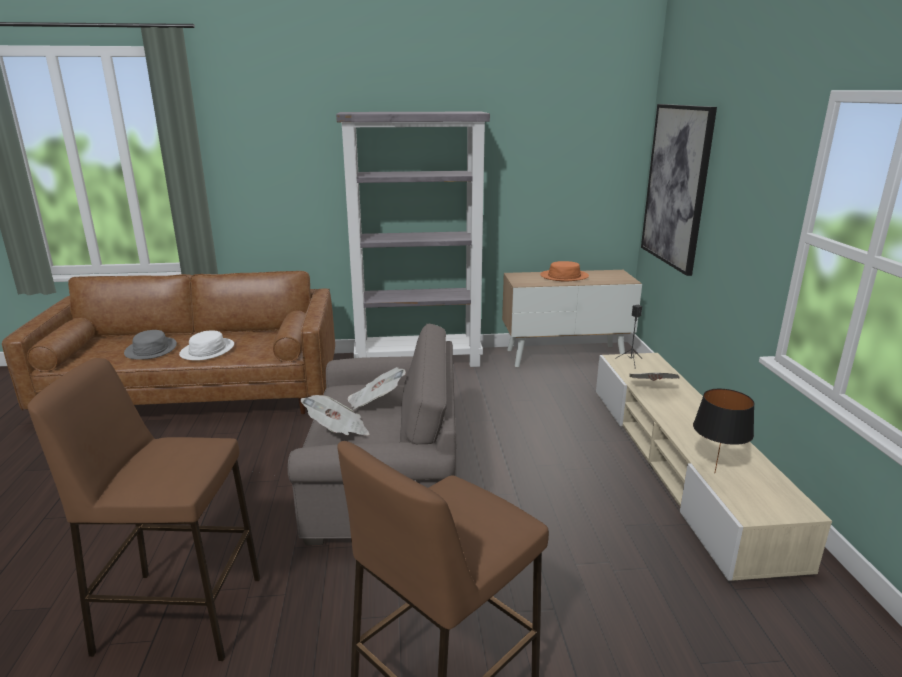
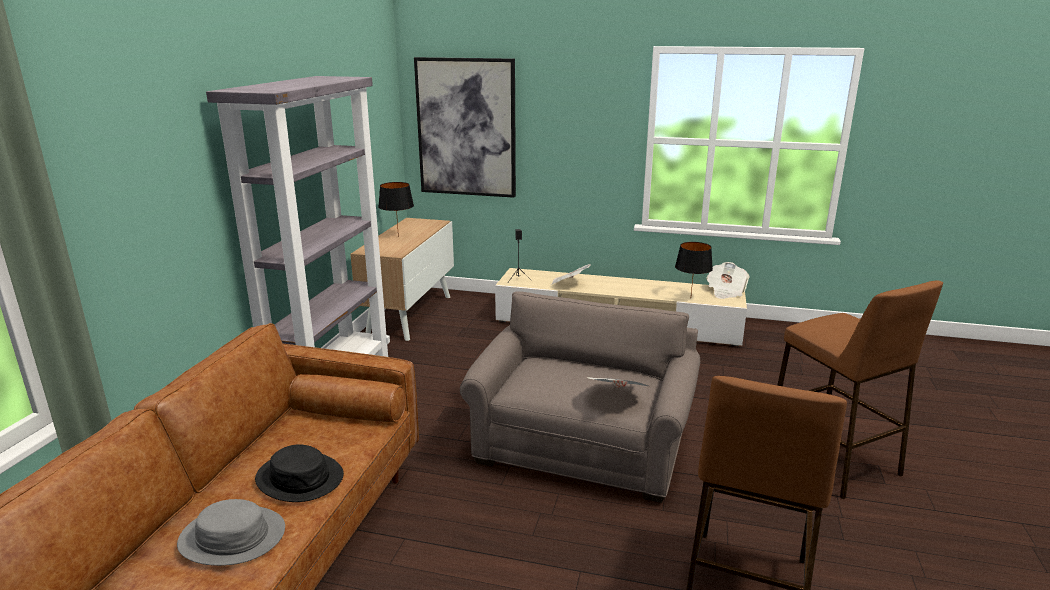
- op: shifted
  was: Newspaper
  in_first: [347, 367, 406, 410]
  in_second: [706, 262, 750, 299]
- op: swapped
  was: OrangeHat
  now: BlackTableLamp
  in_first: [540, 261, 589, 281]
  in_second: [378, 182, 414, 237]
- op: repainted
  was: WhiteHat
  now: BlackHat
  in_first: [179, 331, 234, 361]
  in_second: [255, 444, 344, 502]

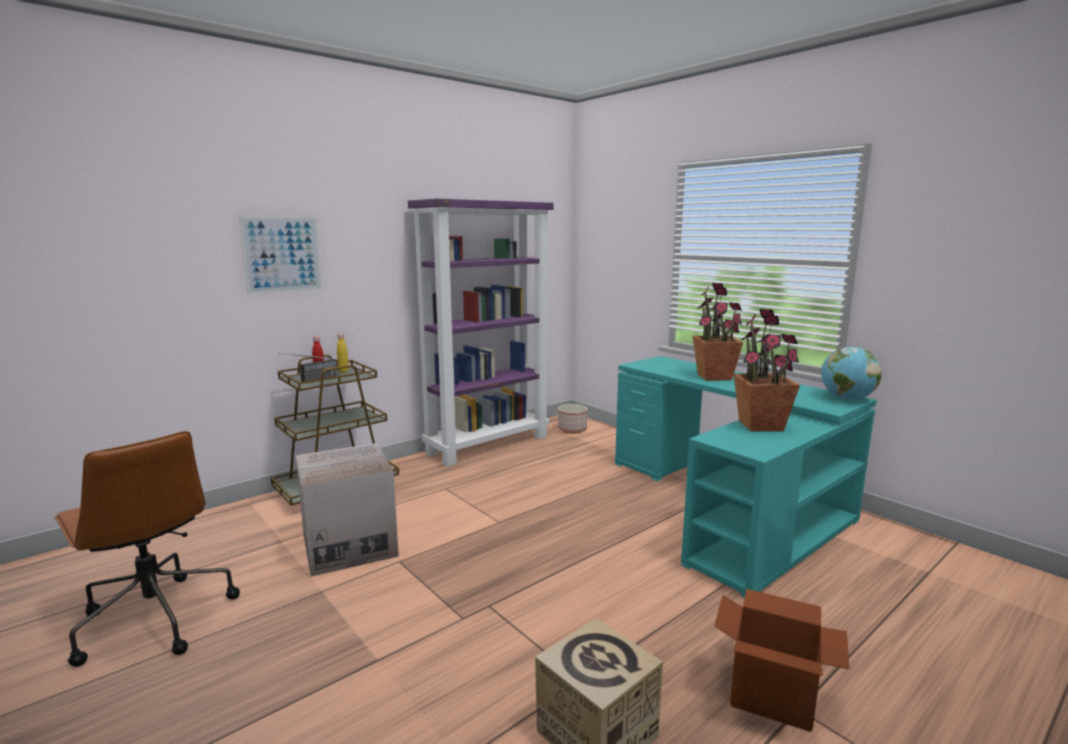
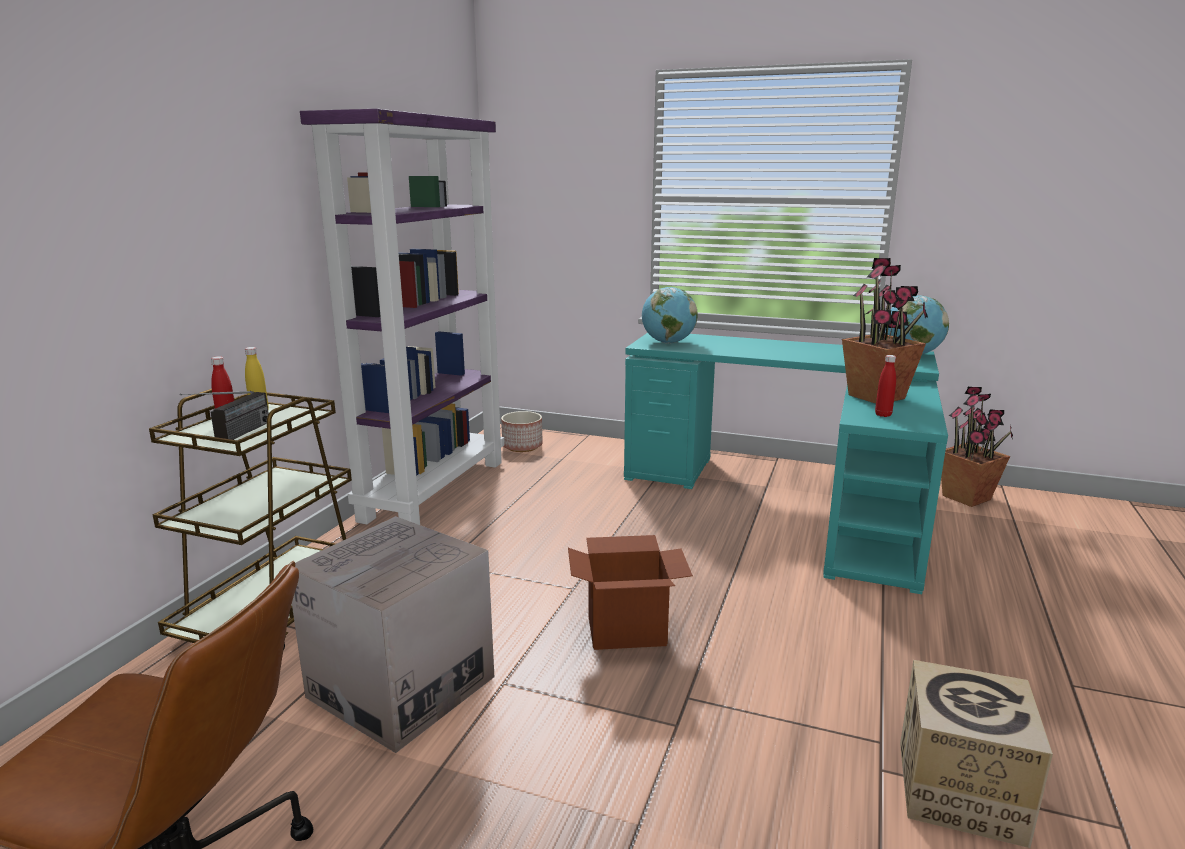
- op: gone
  was: Picture
  in_first: [239, 216, 322, 294]
- op: new
  now: Globe
  in_second: [642, 287, 698, 344]
- op: new
  now: RedBottle
  in_second: [875, 355, 896, 417]
- op: shifted
  was: PottedPlant
  in_first: [693, 283, 743, 381]
  in_second: [941, 387, 1013, 507]
- op: shifted
  was: CardboardBox
  in_first: [715, 589, 850, 732]
  in_second: [568, 535, 693, 650]

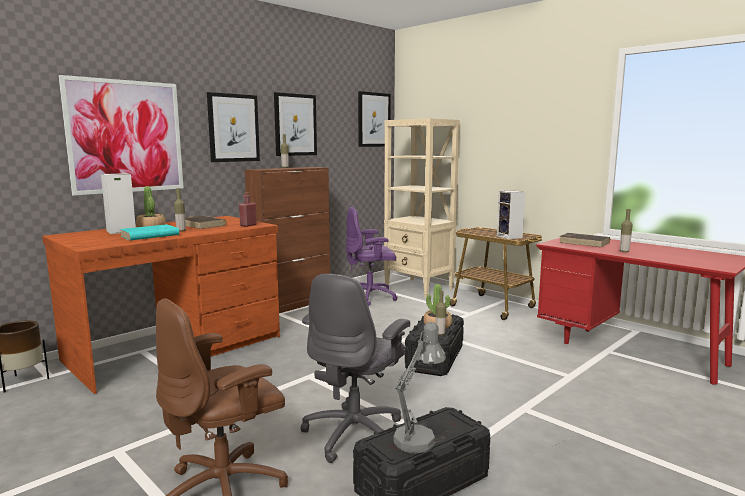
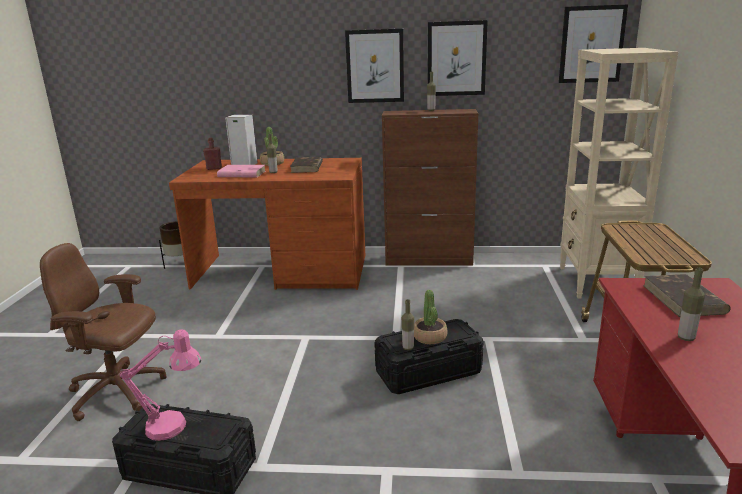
- op: gone
  was: Picture
  in_first: [58, 75, 183, 196]
- op: gone
  was: GreyOfficeChair
  in_first: [300, 274, 410, 463]
- op: gone
  was: PurpleOfficeChair
  in_first: [345, 207, 398, 306]
- op: gone
  was: Speaker
  in_first: [497, 190, 525, 239]
- op: shifted
  was: RedBottle
  in_first: [239, 192, 257, 227]
  in_second: [203, 138, 222, 170]
- op: repainted
  was: TurquoiseBook
  now: PinkBook
  in_first: [120, 224, 179, 241]
  in_second: [217, 165, 265, 177]
- op: repainted
  was: GreyTableLamp
  now: PinkTableLamp
  in_first: [393, 322, 446, 453]
  in_second: [120, 329, 201, 441]

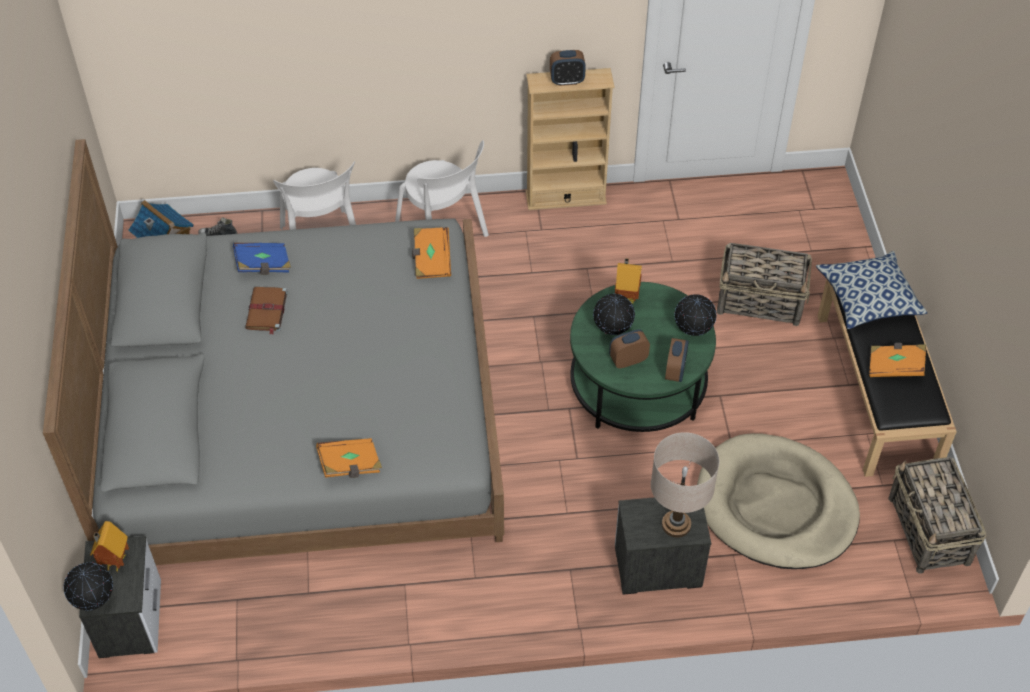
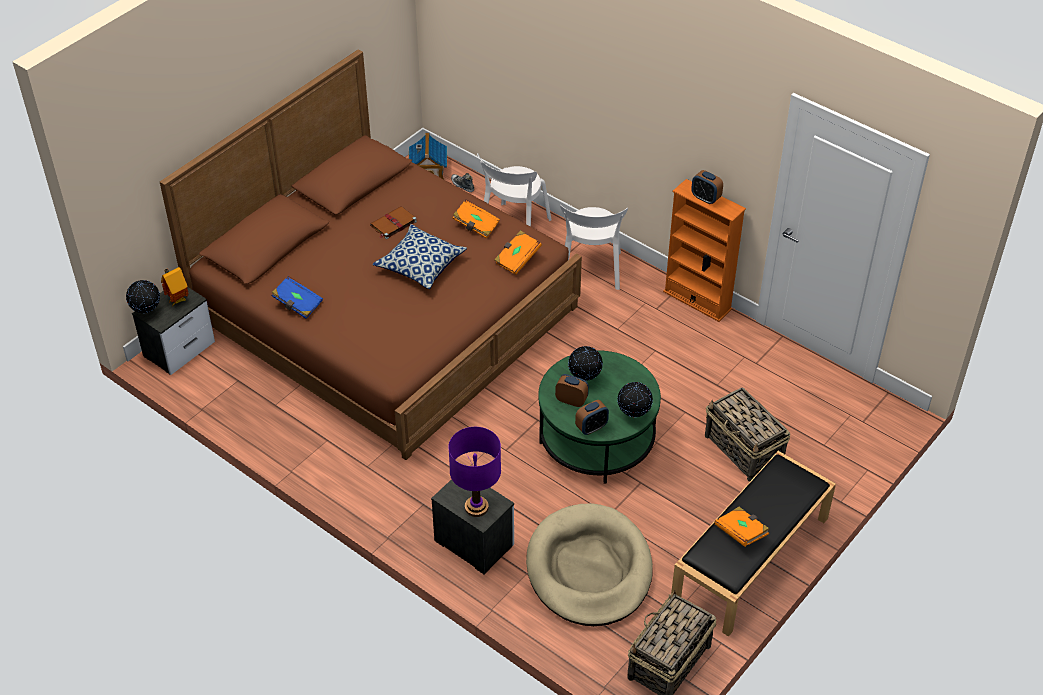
- op: gone
  was: ToyHouse
  in_first: [615, 258, 642, 303]
- op: shifted
  was: BlueBook
  in_first: [233, 243, 291, 275]
  in_second: [272, 276, 323, 319]
- op: shifted
  was: OrangeBook
  in_first: [316, 438, 382, 478]
  in_second: [452, 199, 500, 239]
- op: shifted
  was: Pillow
  in_first: [816, 251, 927, 329]
  in_second: [372, 224, 467, 289]
- op: repainted
  was: GreyBed
  now: BrownBed
  in_first: [43, 139, 504, 565]
  in_second: [160, 50, 582, 460]
- op: repainted
  was: BeigeBookcase
  now: OrangeBookcase
  in_first: [526, 68, 615, 210]
  in_second: [663, 179, 746, 322]
- op: repainted
  was: BeigeTableLamp
  now: PurpleTableLamp
  in_first: [651, 432, 719, 538]
  in_second: [448, 427, 501, 517]

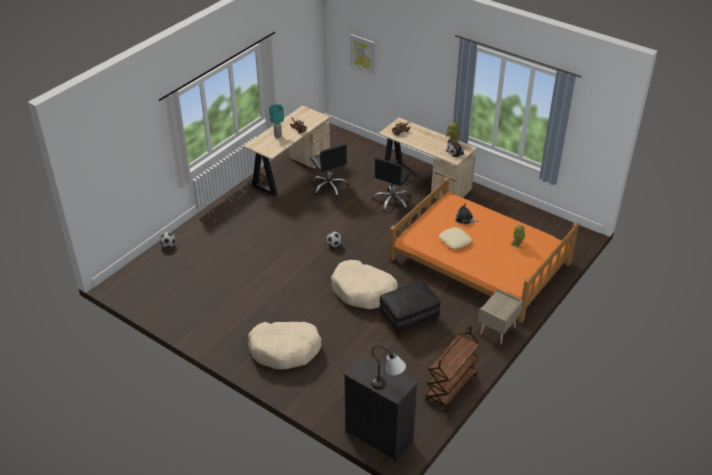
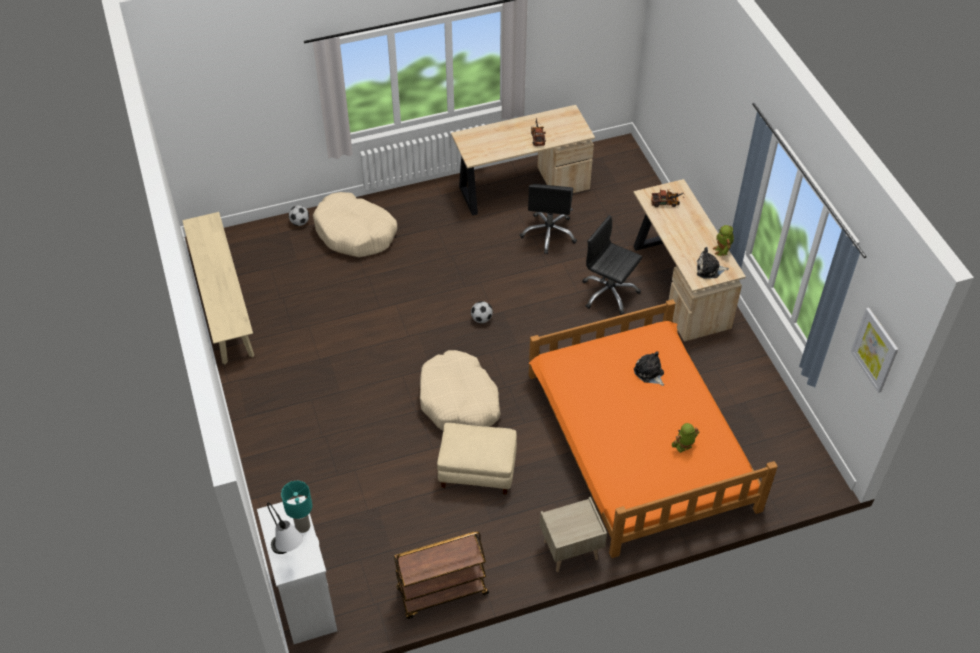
- op: gone
  was: BeigePillow
  in_first: [439, 227, 472, 249]
- op: new
  now: BeigeBench
  in_second: [182, 212, 254, 364]
- op: shifted
  was: BeigeDogBed
  in_first: [248, 322, 321, 370]
  in_second: [313, 192, 397, 257]
- op: shifted
  was: TurquoiseTableLamp
  in_first: [269, 104, 284, 138]
  in_second: [281, 481, 312, 533]
- op: shifted
  was: Picture
  in_first: [350, 34, 375, 75]
  in_second: [851, 308, 898, 393]
- op: repainted
  was: BlackDresser
  now: WhiteDresser
  in_first: [344, 353, 418, 462]
  in_second: [257, 496, 337, 644]
- op: repainted
  was: BlackOttoman
  now: BeigeOttoman
  in_first: [380, 280, 441, 338]
  in_second: [437, 423, 517, 495]
- op: rotated
  was: BlackOfficeChair
  in_first: [372, 158, 412, 212]
  in_second: [582, 215, 642, 315]
  clockwise: 60

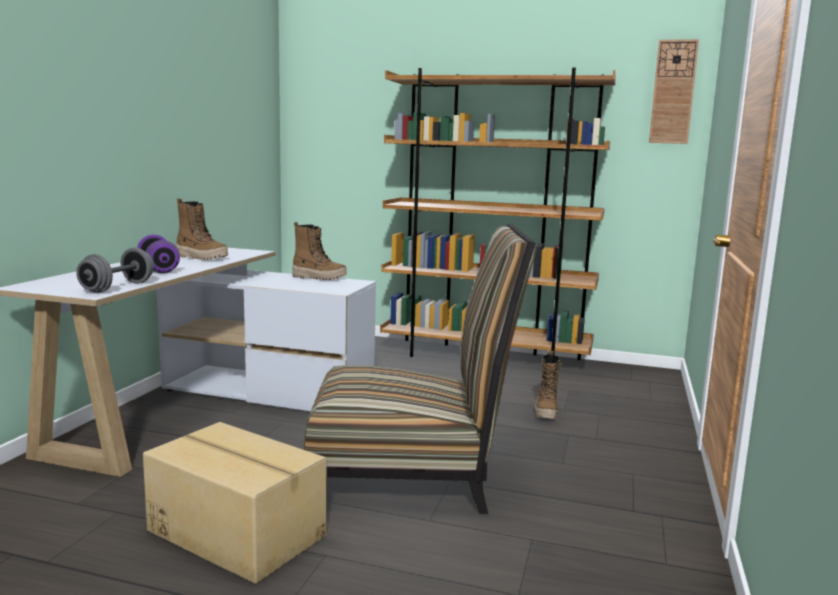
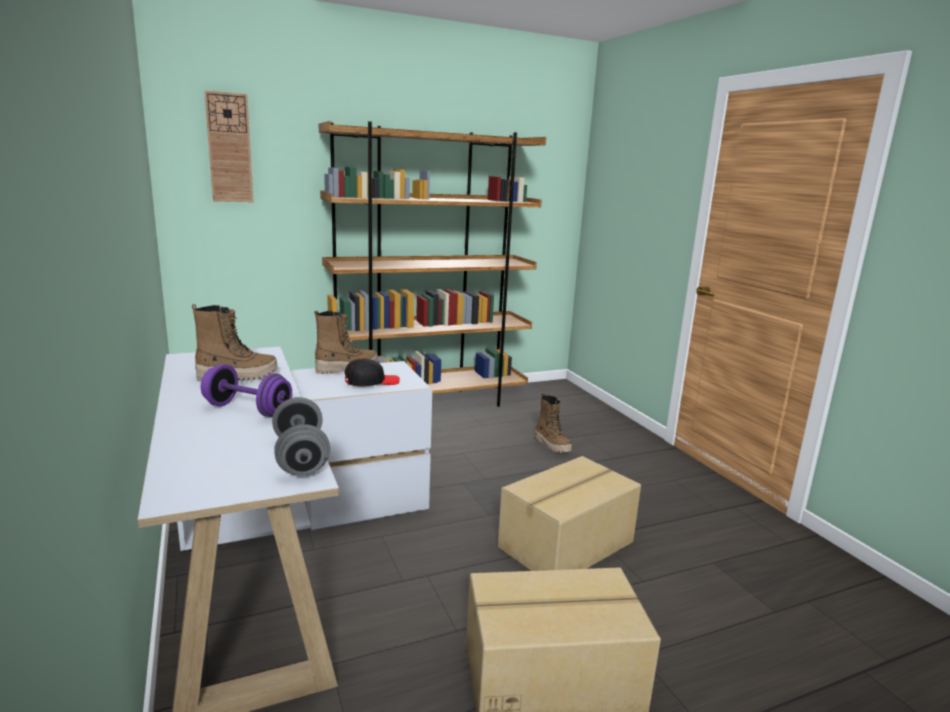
- op: new
  now: BlackCap
  in_second: [345, 358, 400, 387]
- op: shifted
  was: WallClock
  in_first: [649, 39, 699, 144]
  in_second: [204, 91, 254, 202]
- op: swapped
  was: Chair
  now: CardboardBox
  in_first: [304, 223, 537, 514]
  in_second: [498, 456, 641, 571]

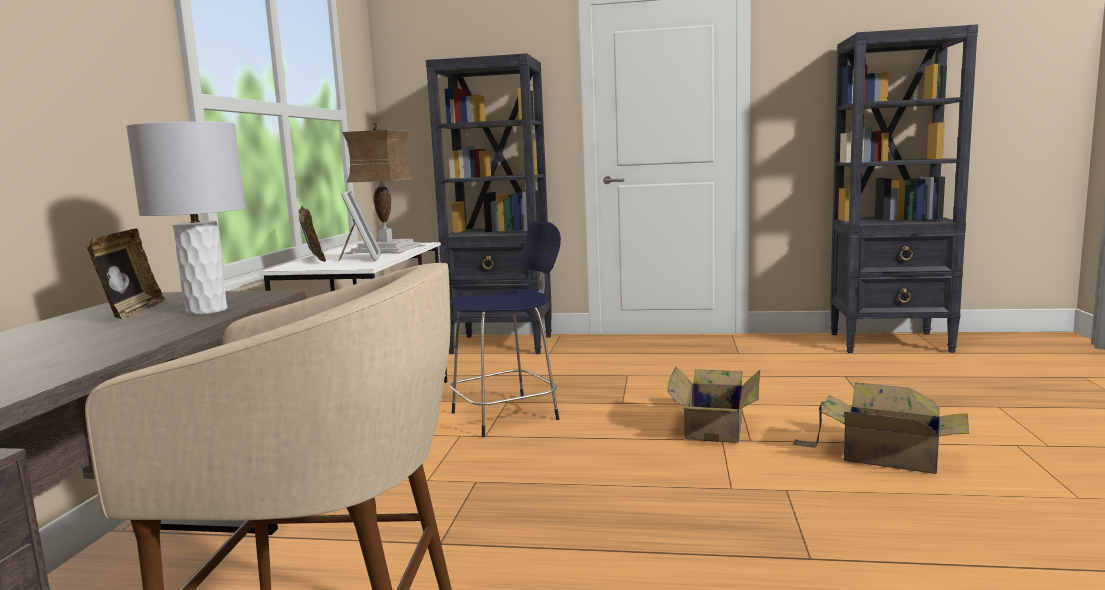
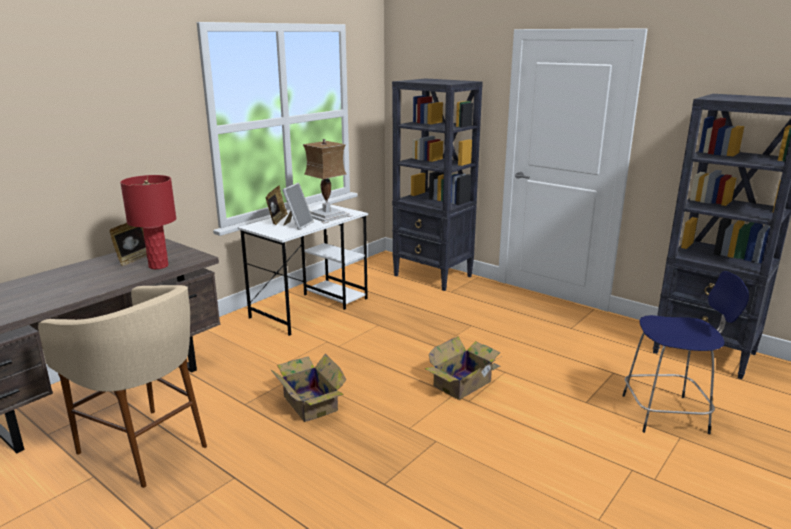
- op: shifted
  was: BlueStool
  in_first: [449, 221, 561, 437]
  in_second: [622, 271, 749, 434]
- op: shifted
  was: CardboardBox
  in_first: [792, 382, 969, 474]
  in_second: [270, 354, 346, 422]
- op: repainted
  was: GreyTableLamp
  now: RedTableLamp
  in_first: [126, 122, 245, 315]
  in_second: [120, 175, 176, 269]

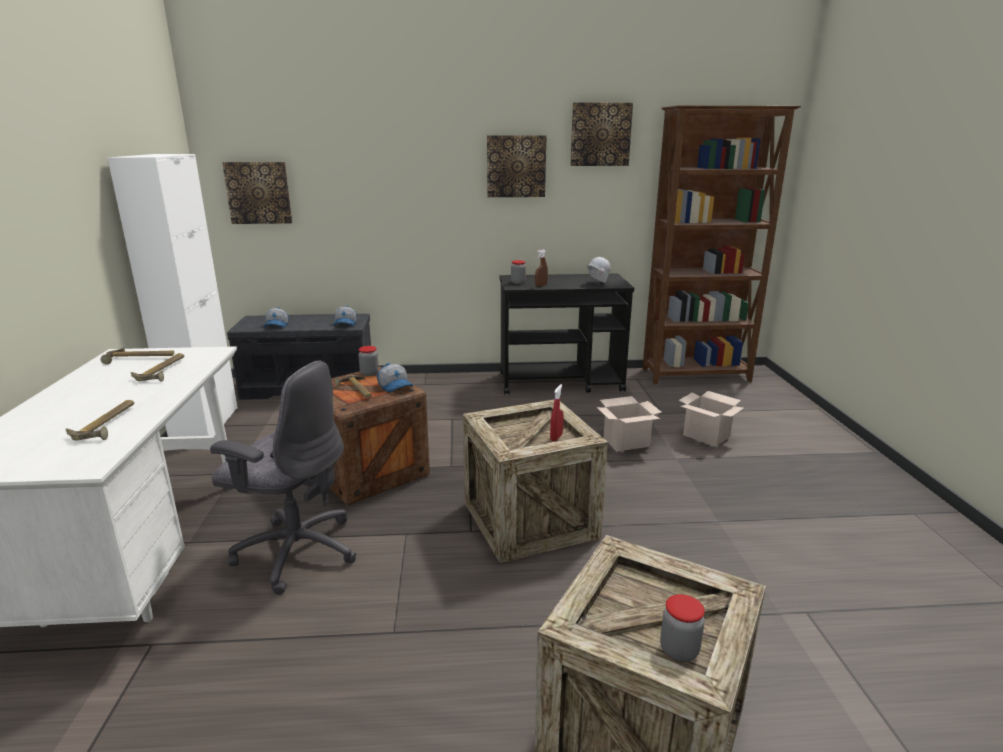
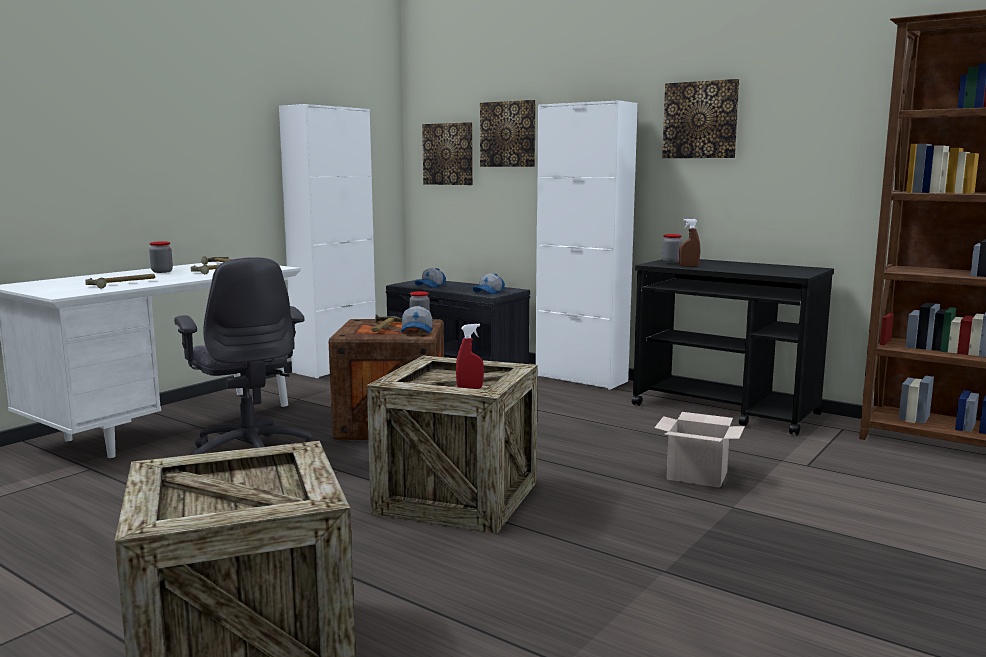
- op: gone
  was: WhiteHardHat
  in_first: [587, 257, 611, 283]
- op: gone
  was: CardboardBox
  in_first: [678, 391, 744, 446]
- op: new
  now: WhiteCabinet
  in_second: [535, 100, 638, 390]
- op: shifted
  was: Picture
  in_first: [570, 103, 633, 166]
  in_second: [480, 100, 536, 167]
- op: shifted
  was: Jar
  in_first: [660, 594, 705, 662]
  in_second: [149, 241, 173, 273]

